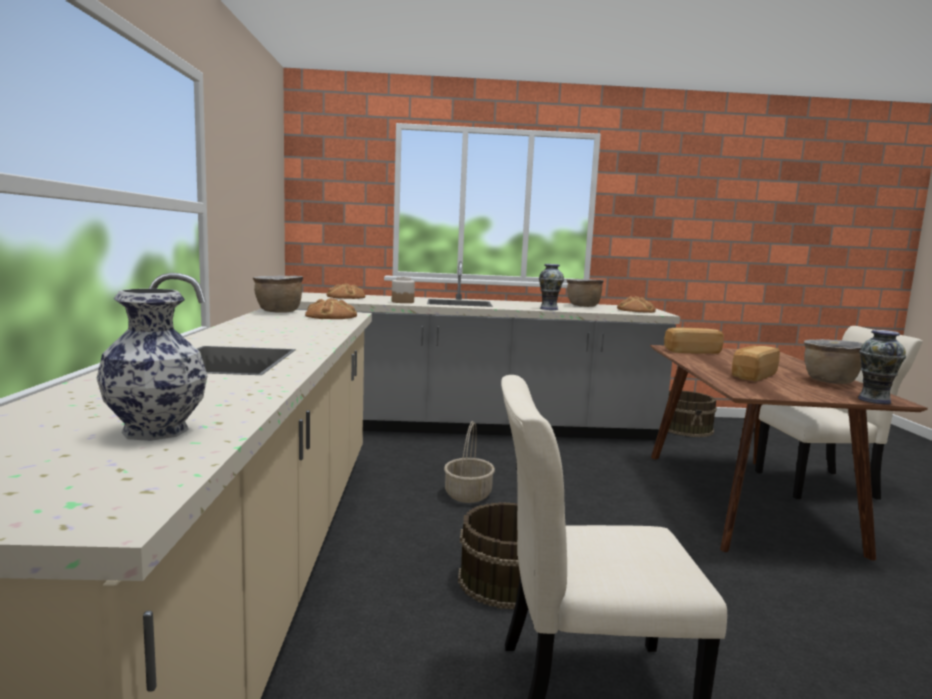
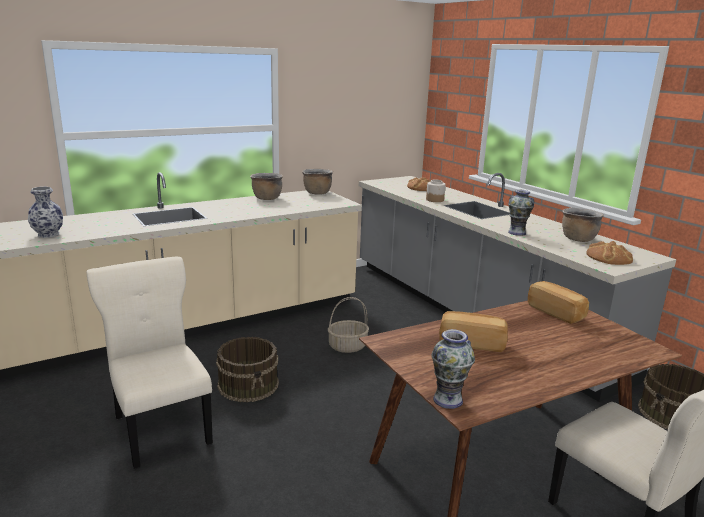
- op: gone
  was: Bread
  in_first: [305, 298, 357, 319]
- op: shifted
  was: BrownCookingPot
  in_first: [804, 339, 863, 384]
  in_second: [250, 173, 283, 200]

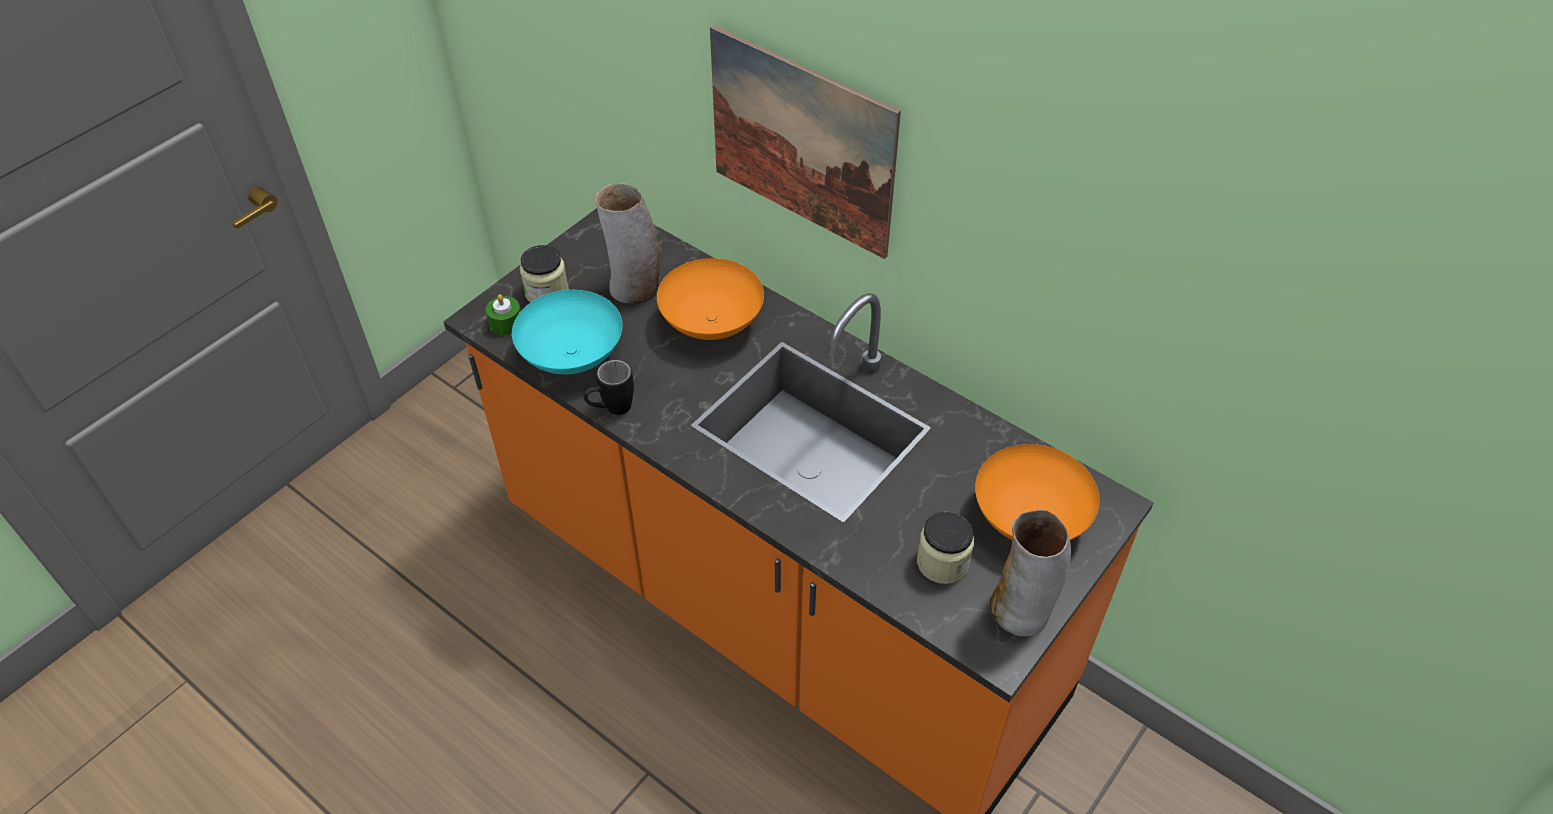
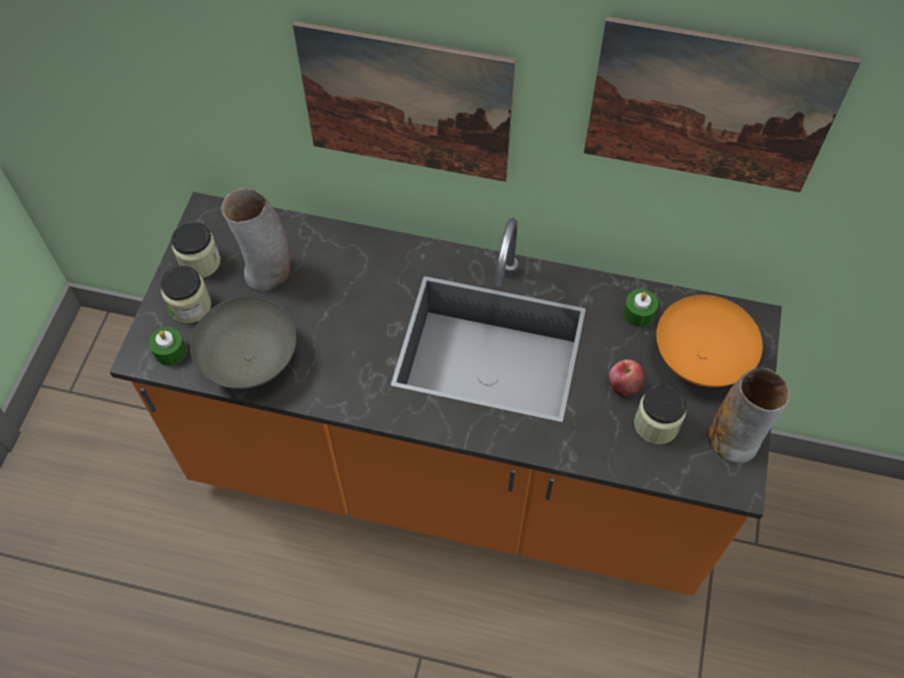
- op: gone
  was: BlackMug
  in_first: [584, 360, 634, 415]
- op: gone
  was: OrangeBowl
  in_first: [657, 258, 764, 340]
- op: new
  now: Jar
  in_second: [171, 222, 220, 278]
- op: new
  now: Picture
  in_second: [584, 17, 861, 192]
- op: new
  now: Apple
  in_second: [609, 359, 644, 398]
- op: new
  now: GreenCandle
  in_second: [623, 289, 658, 327]
- op: repainted
  was: TurquoiseBowl
  now: GreyBowl
  in_first: [512, 290, 622, 375]
  in_second: [190, 297, 296, 389]

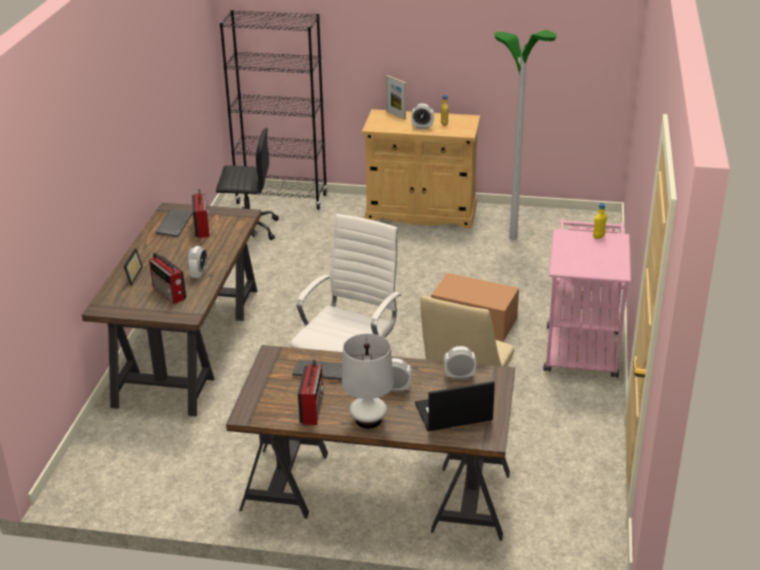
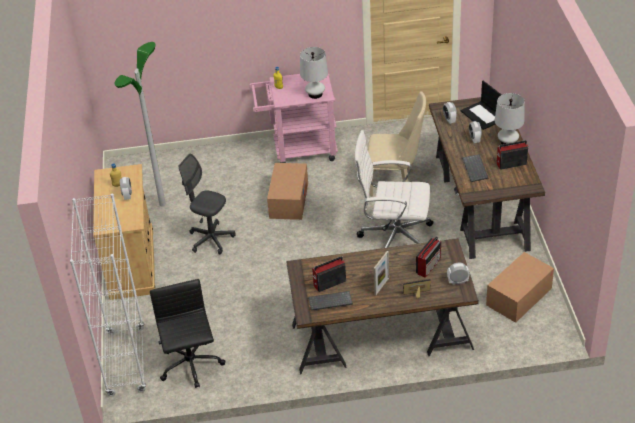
- op: new
  now: GreyOfficeChair
  in_second: [178, 154, 236, 254]
- op: new
  now: WhiteTableLamp
  in_second: [300, 47, 328, 99]
- op: new
  now: CardboardBox
  in_second: [486, 252, 554, 323]
- op: shifted
  was: AlarmClock
  in_first: [187, 246, 207, 279]
  in_second: [447, 263, 470, 285]
- op: shifted
  was: PictureFrame
  in_first: [386, 75, 406, 119]
  in_second: [374, 251, 389, 295]
- op: repainted
  was: BlackBookcase
  now: WhiteBookcase
  in_first: [220, 10, 327, 210]
  in_second: [70, 194, 146, 396]

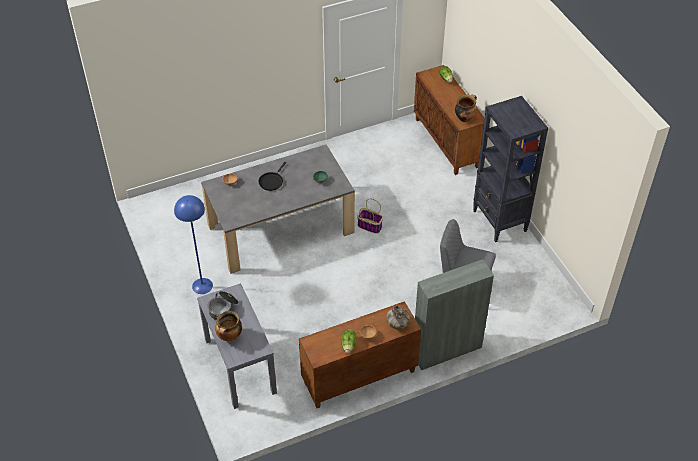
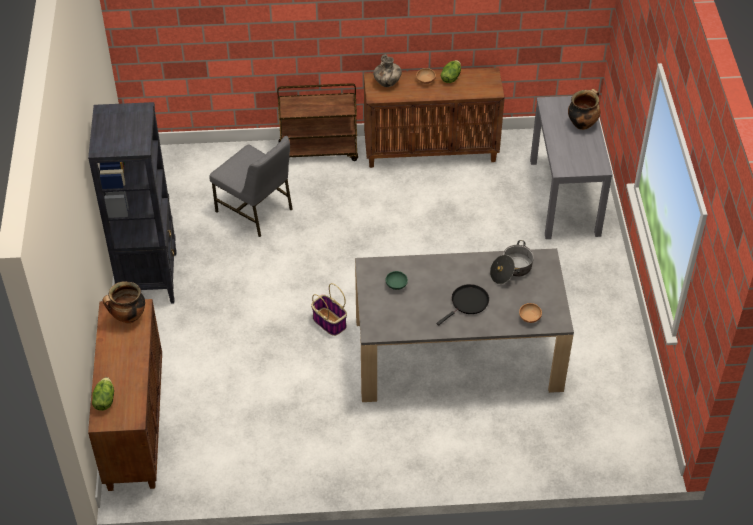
- op: gone
  was: BlueFloorLamp
  in_first: [174, 195, 213, 294]
- op: shifted
  was: CookingPot
  in_first: [207, 291, 239, 320]
  in_second: [490, 240, 534, 284]
- op: swapped
  was: GreyCabinet
  now: BrownCart
  in_first: [415, 259, 494, 370]
  in_second: [277, 83, 358, 161]

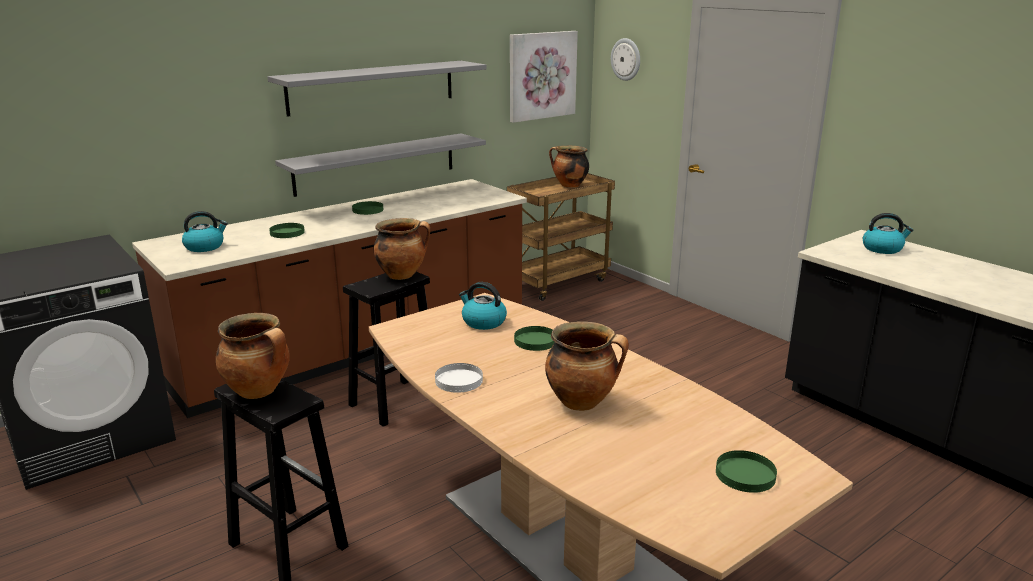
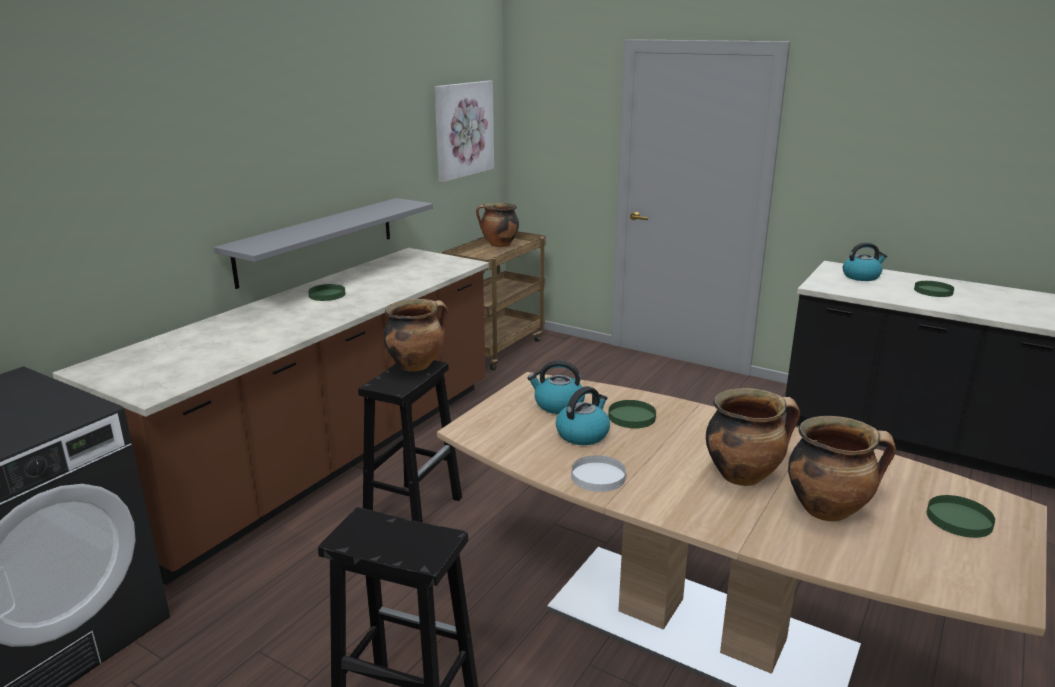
- op: gone
  was: GreyShelf
  in_first: [267, 61, 486, 117]
- op: gone
  was: WallClock
  in_first: [611, 38, 640, 81]
- op: shifted
  was: Kettle
  in_first: [182, 211, 228, 252]
  in_second: [556, 386, 610, 445]
- op: shifted
  was: CookingPot
  in_first: [216, 313, 290, 399]
  in_second: [788, 416, 896, 522]
- op: shifted
  was: GreenPlate
  in_first: [269, 223, 305, 238]
  in_second: [914, 281, 954, 297]

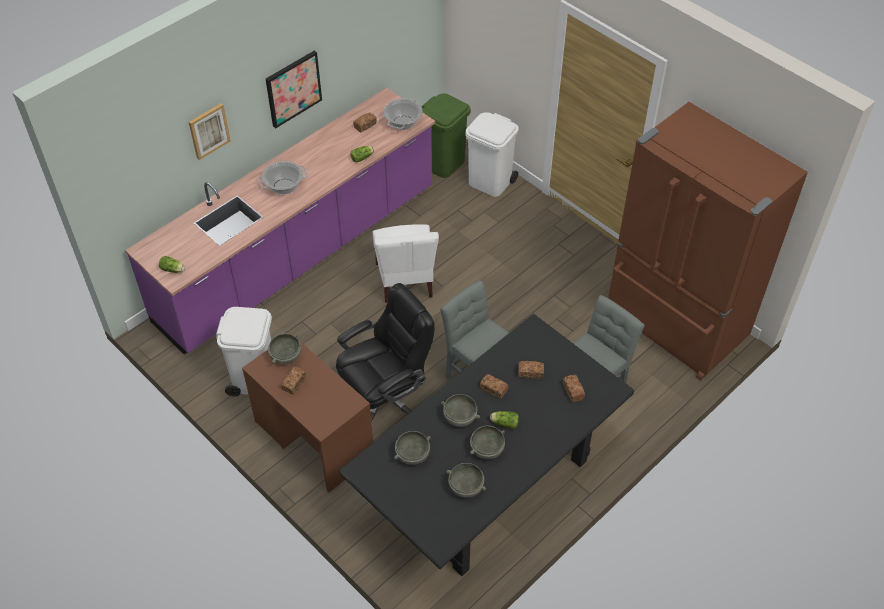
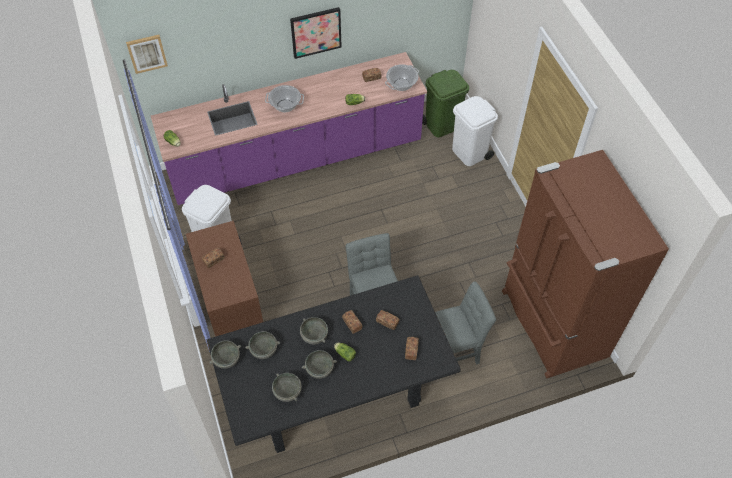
- op: gone
  was: BlackOfficeChair
  in_first: [336, 283, 434, 422]
- op: gone
  was: WhiteChair
  in_first: [373, 224, 439, 303]
- op: shifted
  was: Picture
  in_first: [189, 103, 231, 160]
  in_second: [126, 35, 168, 74]
- op: shifted
  was: GreyBowl
  in_first: [268, 334, 301, 364]
  in_second: [209, 340, 241, 369]

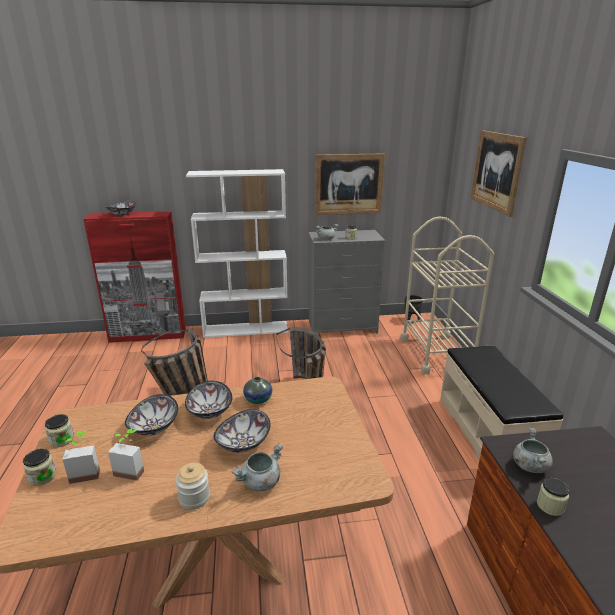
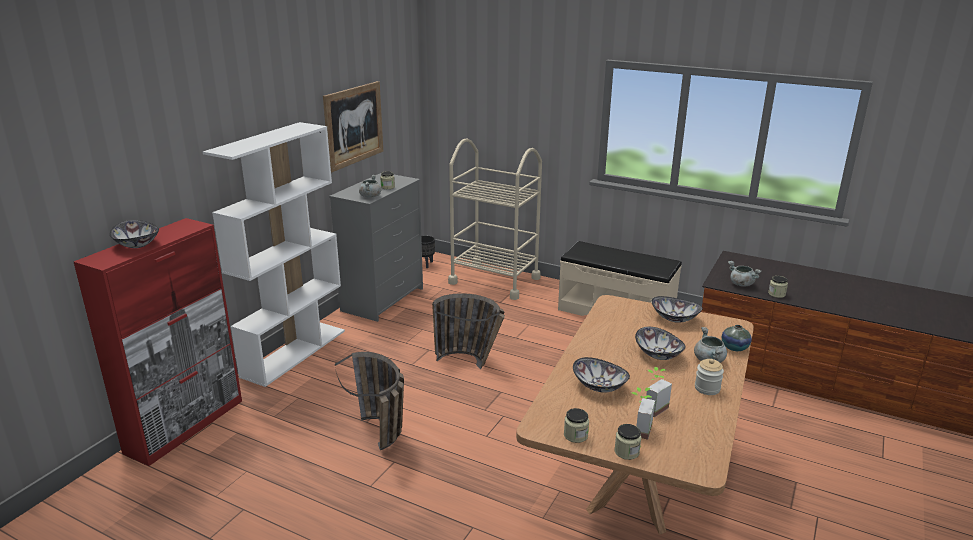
- op: gone
  was: Picture
  in_first: [471, 130, 527, 217]
- op: shifted
  was: Bowl
  in_first: [185, 381, 232, 419]
  in_second: [651, 296, 702, 323]
- op: shifted
  was: Vase
  in_first: [243, 377, 272, 404]
  in_second: [722, 325, 752, 351]

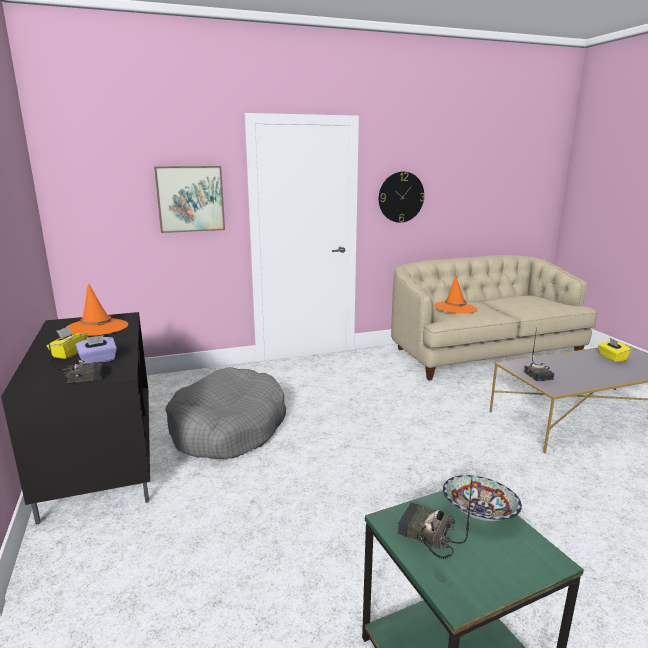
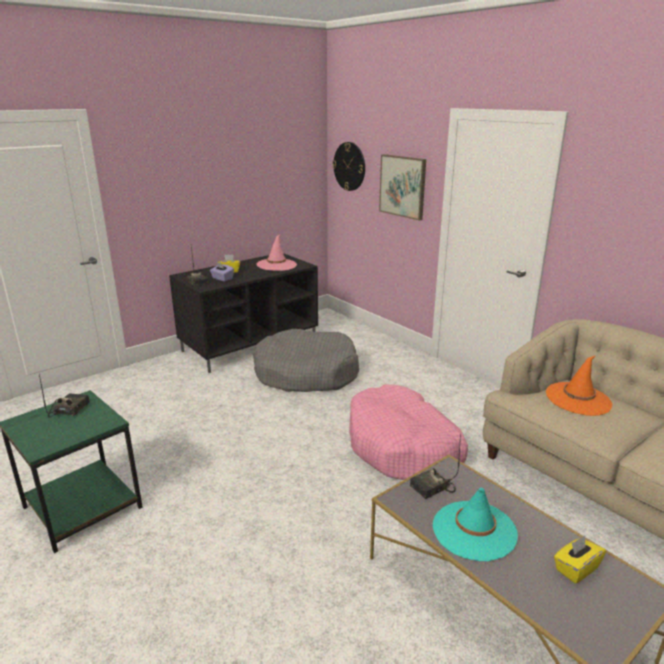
- op: gone
  was: Bowl
  in_first: [443, 475, 522, 521]
- op: new
  now: PinkDogBed
  in_second: [349, 384, 468, 480]
- op: new
  now: TurquoiseHat
  in_second: [433, 488, 518, 561]
- op: shifted
  was: WallClock
  in_first: [379, 171, 425, 223]
  in_second: [332, 142, 365, 191]
- op: repainted
  was: OrangeHat
  now: PinkHat
  in_first: [65, 283, 128, 336]
  in_second: [256, 234, 297, 271]

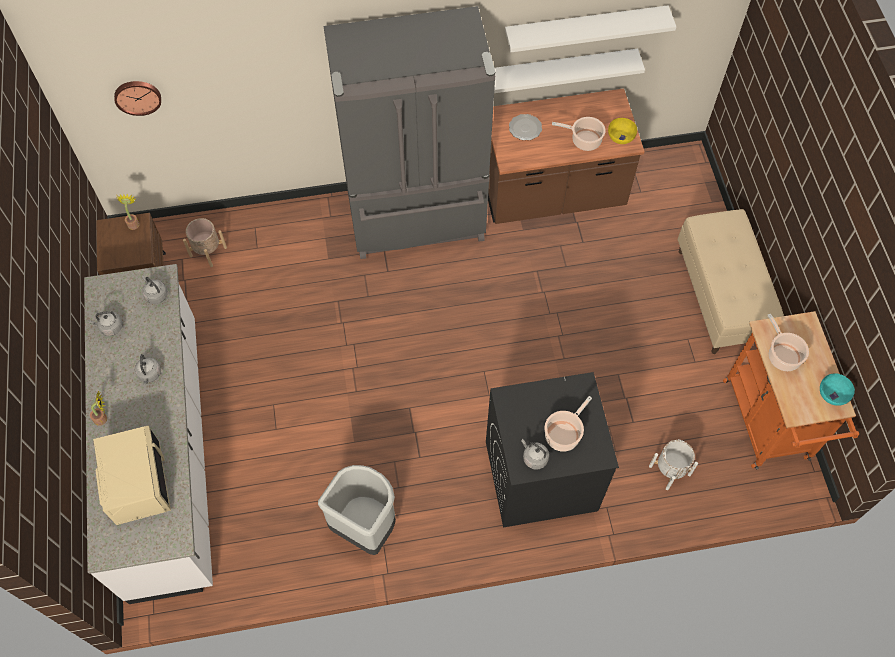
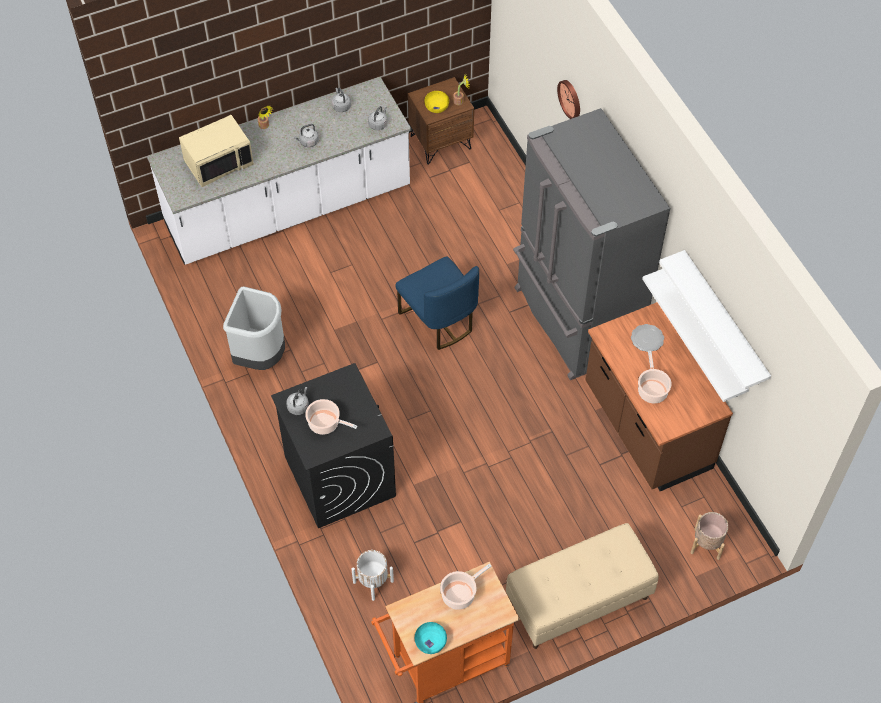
- op: new
  now: BlueChair
  in_second: [395, 256, 479, 350]
- op: shifted
  was: WallClock
  in_first: [114, 81, 161, 116]
  in_second: [557, 80, 580, 119]
- op: shifted
  was: BeigePlanter
  in_first: [183, 218, 227, 267]
  in_second: [691, 512, 728, 560]
- op: shifted
  was: YellowBowl
  in_first: [608, 118, 637, 144]
  in_second: [424, 91, 449, 113]

